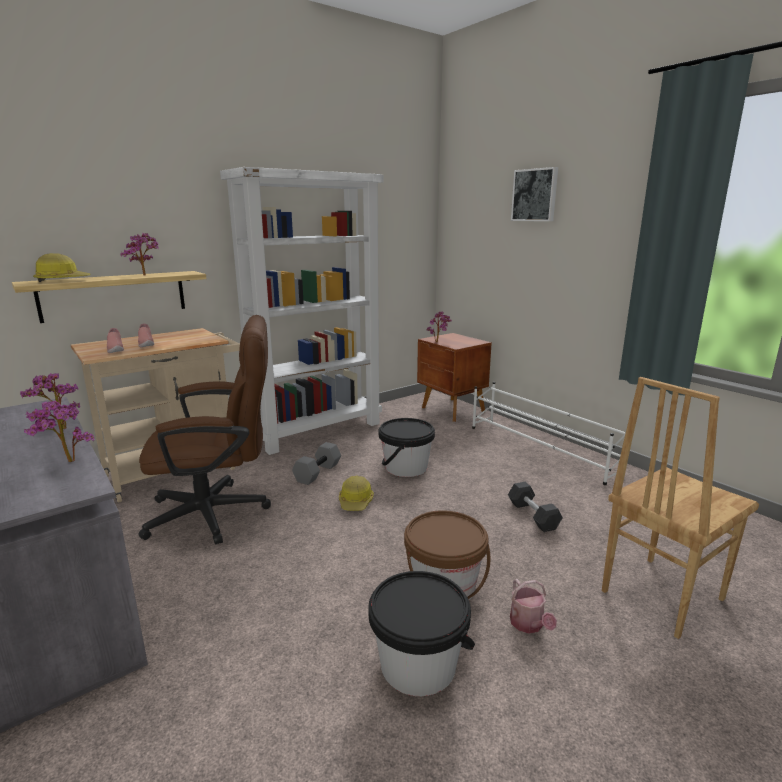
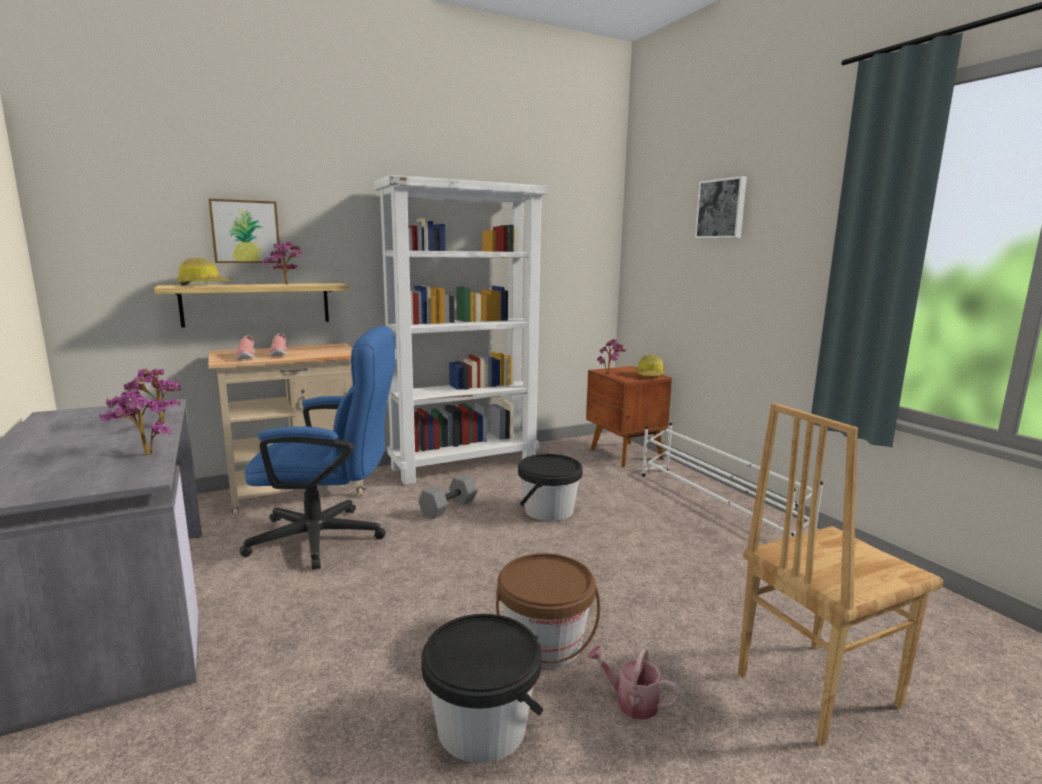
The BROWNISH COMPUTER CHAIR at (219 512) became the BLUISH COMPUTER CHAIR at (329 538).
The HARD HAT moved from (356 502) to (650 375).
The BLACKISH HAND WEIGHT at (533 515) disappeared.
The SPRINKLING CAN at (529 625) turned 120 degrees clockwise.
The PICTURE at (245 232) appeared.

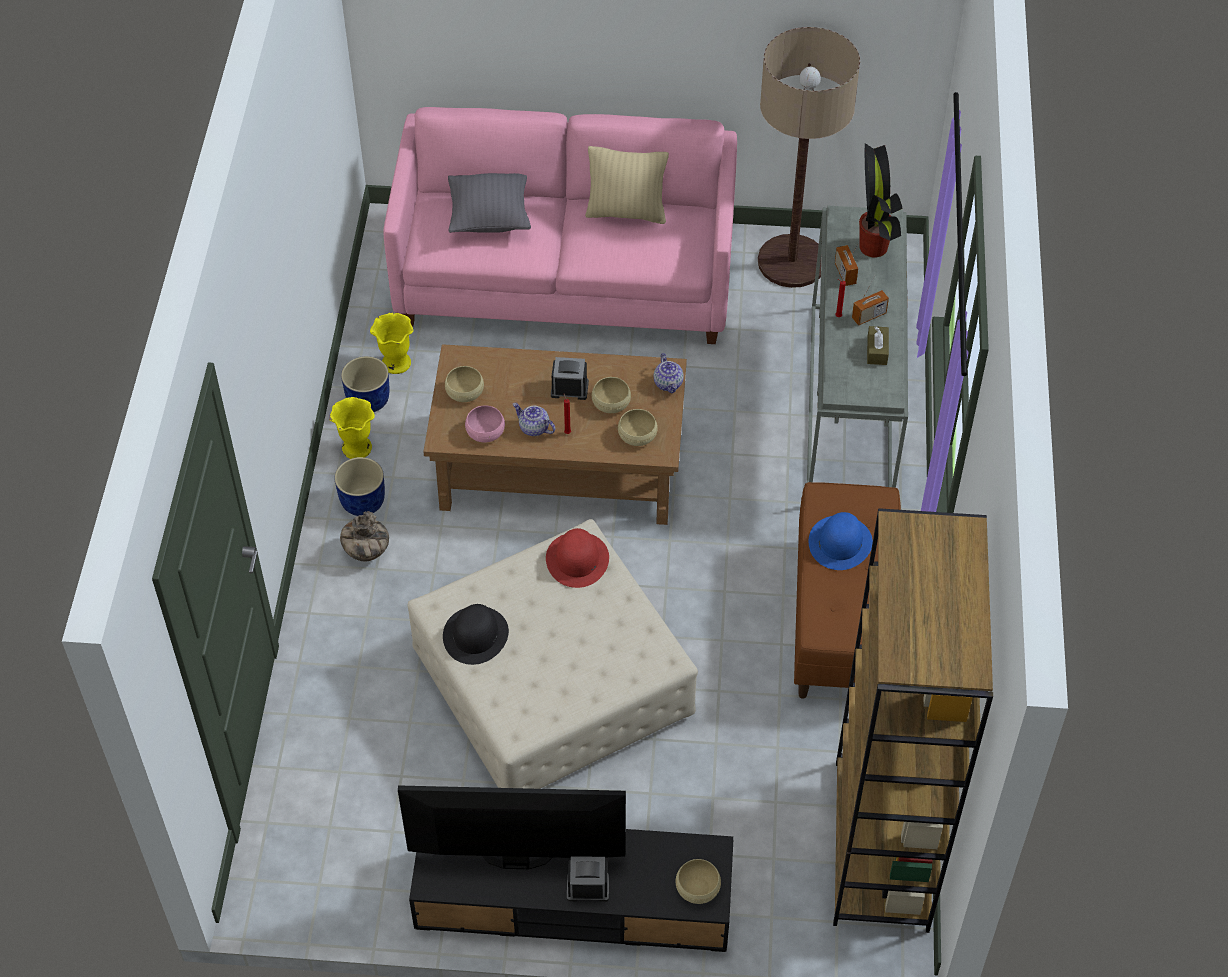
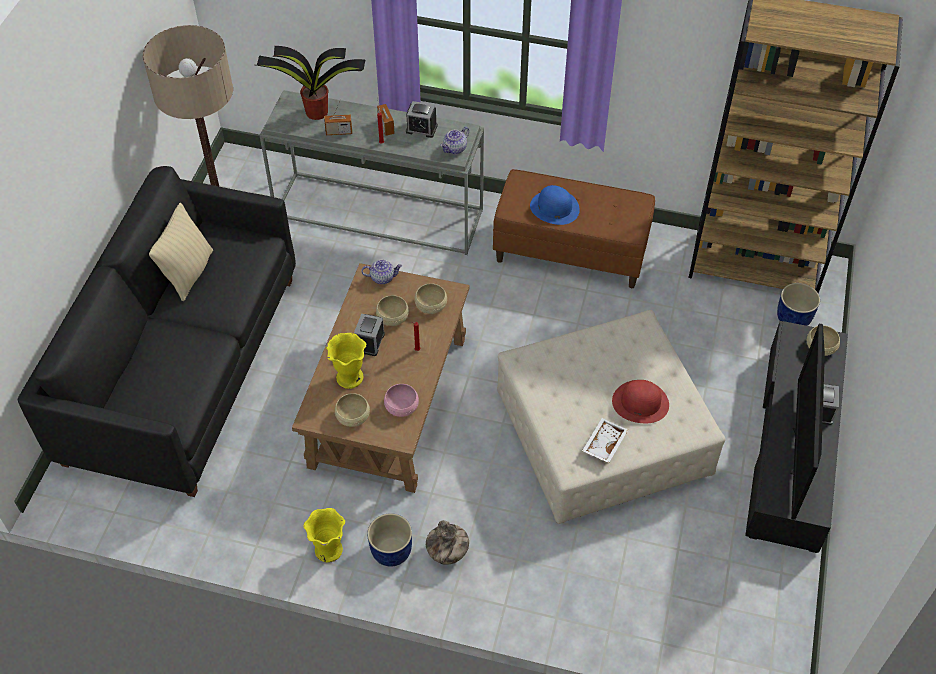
The BLUISH PLANTER moved from (368 399) to (792 318).
The YELLOW-COLOURED VASE moved from (396 363) to (349 378).
The PINK-COLOURED SETTEE at (566 278) became the BLACKISH SETTEE at (182 369).
The BLACKISH HAT at (475 634) was replaced by the WHITE-COLOURED TRAY at (603 443).
The GREY THROW PILLOW at (489 218) disappeared.
The TEA POT moved from (533 428) to (455 149).
The RED-COLOURED HAT moved from (577 559) to (640 402).
The BROWNISH TISSUE HOLDER at (877 350) was replaced by the BEDSIDE CLOCK at (421 128).

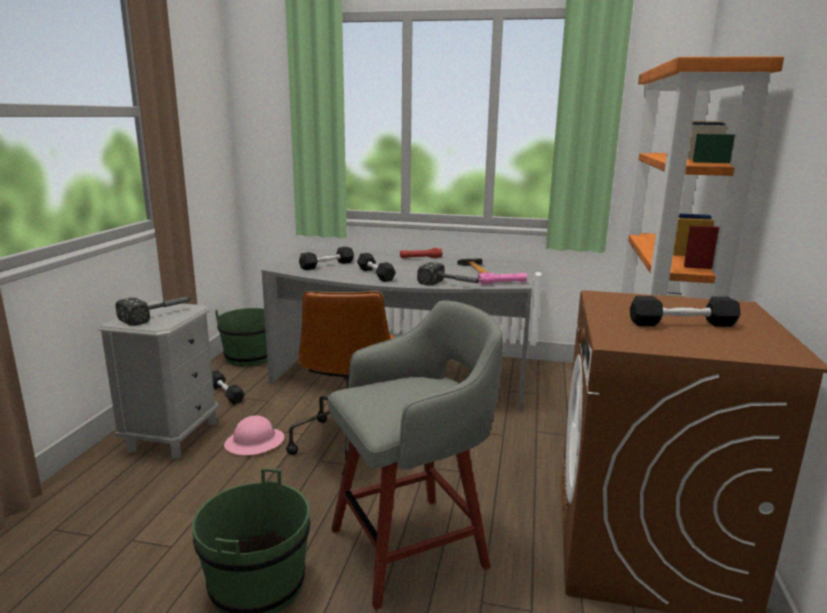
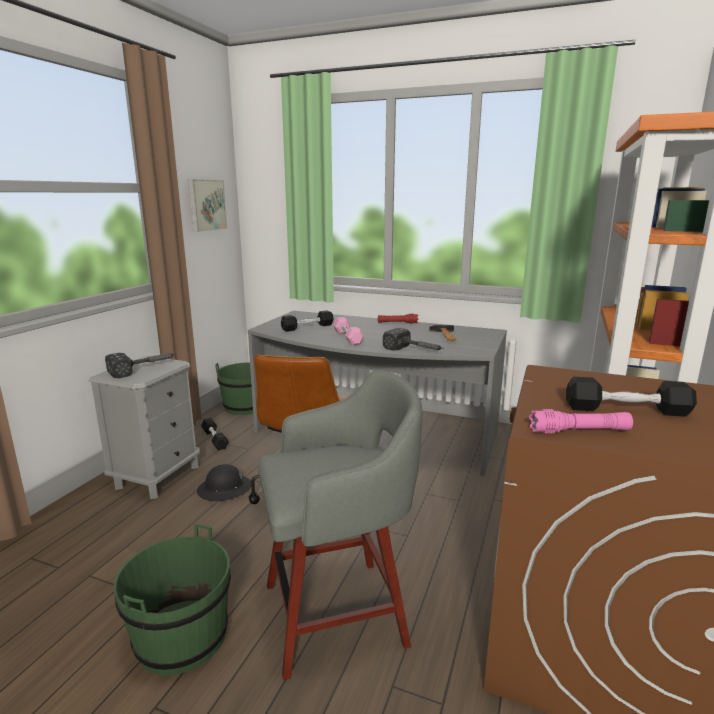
The PINK-COLOURED HARD HAT at (255 443) became the BLACKISH HARD HAT at (224 489).
The BLACKISH HAND WEIGHT at (375 274) became the PINK-COLOURED HAND WEIGHT at (347 337).
The PINK-COLOURED FLASHLIGHT moved from (502 283) to (579 431).
The PICTURE at (206 205) appeared.

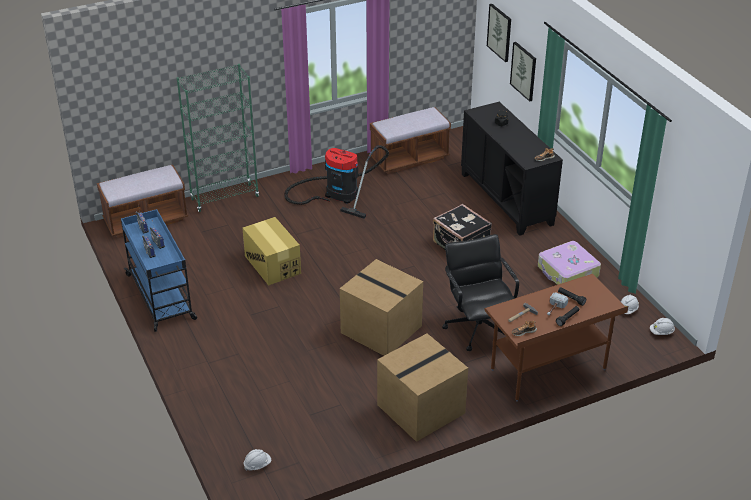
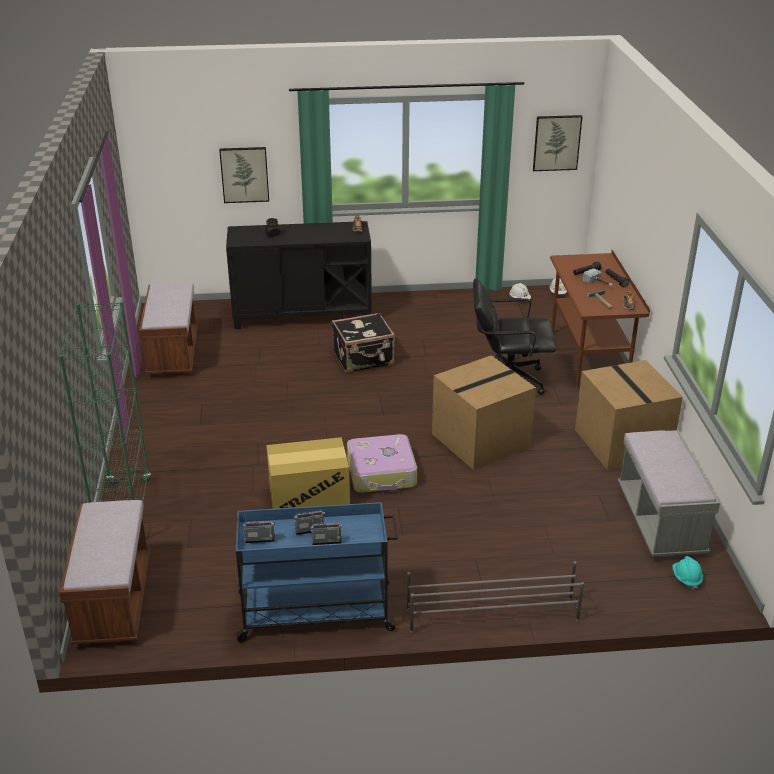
The WHITE-COLOURED HARD HAT at (257 465) became the TURQUOISE-COLOURED HARD HAT at (686 578).
The VACUUM CLEANER at (338 194) disappeared.
The PICTURE moved from (500 32) to (556 142).
The PIECE OF LUGGAGE moved from (567 272) to (382 473).
The GREY SHOE SHELF at (491 615) appeared.
The GREY LONG SEAT at (660 521) appeared.

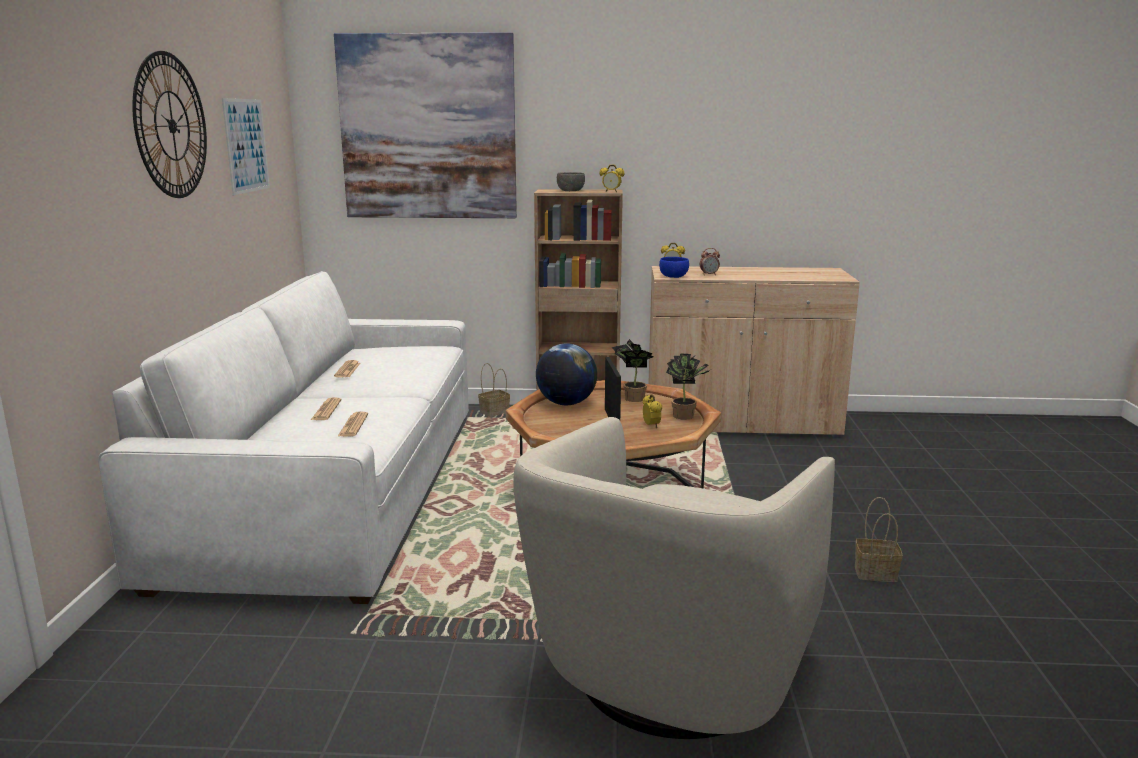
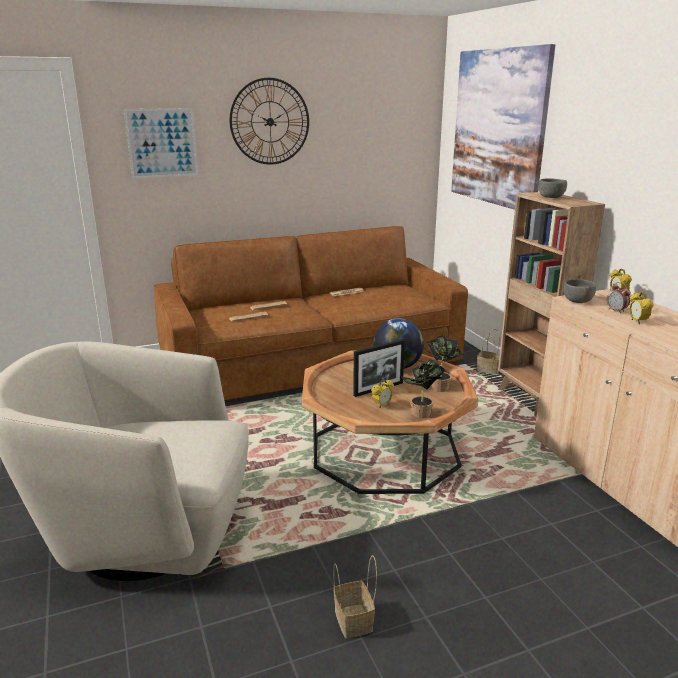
The WHITE-COLOURED SETTEE at (335 489) became the BROWNISH SETTEE at (310 362).
The PICTURE moved from (246 145) to (162 143).
The BEDSIDE CLOCK moved from (611 192) to (637 322).
The BLUISH BOWL at (674 276) became the GREY BOWL at (577 301).

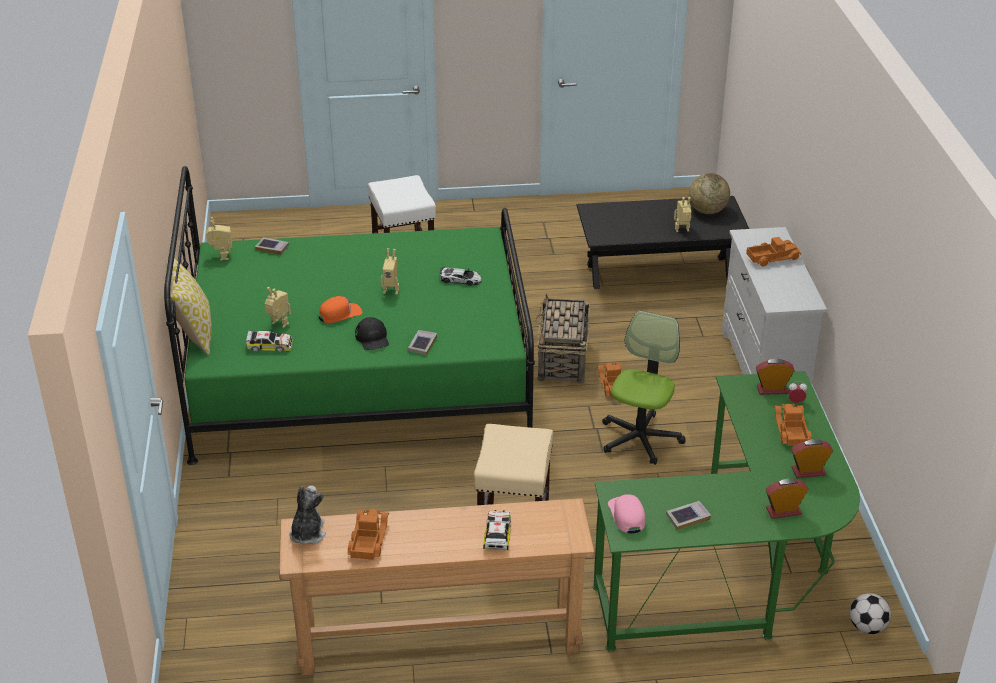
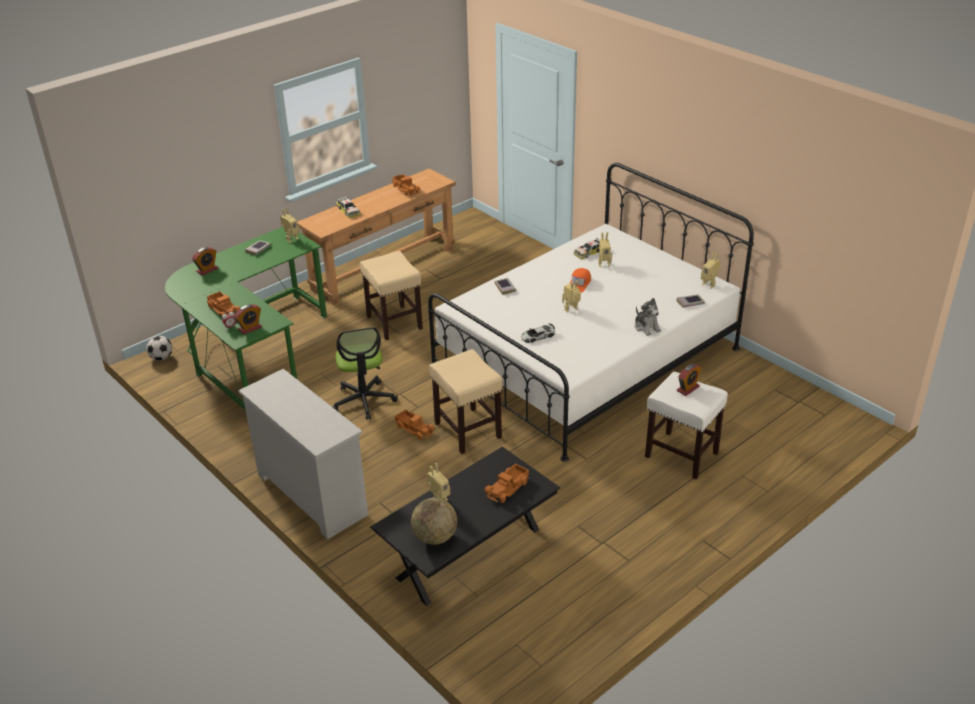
The GREEN-COLOURED SLEEPING BED at (359 375) became the WHITE-COLOURED SLEEPING BED at (586 359).
The THROW PILLOW at (193 334) disappeared.
The SOFT TOY moved from (307 533) to (646 327).
The BLACKISH CAP at (372 338) disappeared.
The STORAGE BASKET at (562 361) was replaced by the BEIGE-COLOURED STOOL at (467 430).
The PINK-COLOURED CAP at (626 515) was replaced by the TOY ROBOT at (291 239).
The TOY LORRY moved from (772 257) to (508 488).
The BEDSIDE CLOCK moved from (808 471) to (688 389).

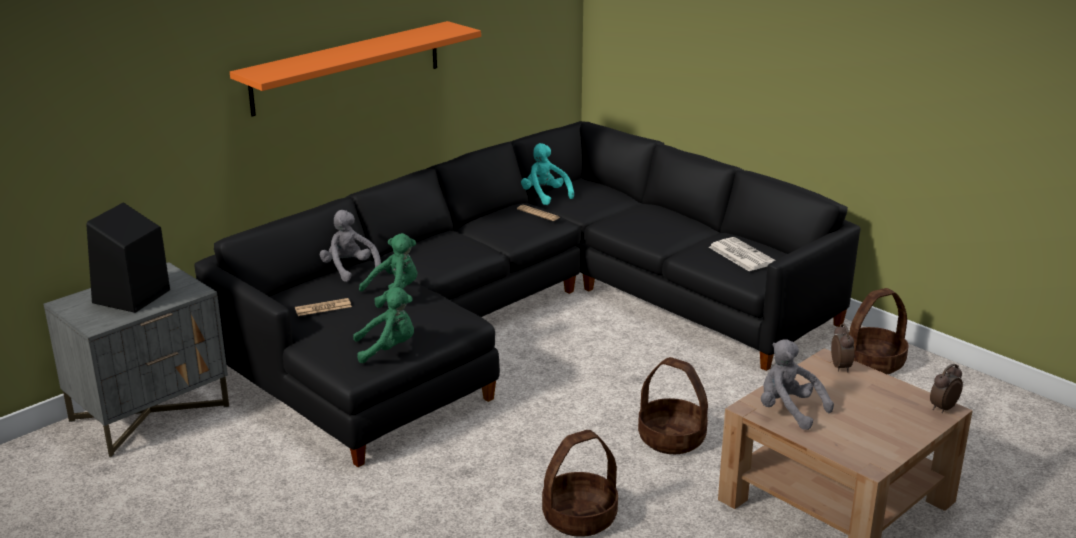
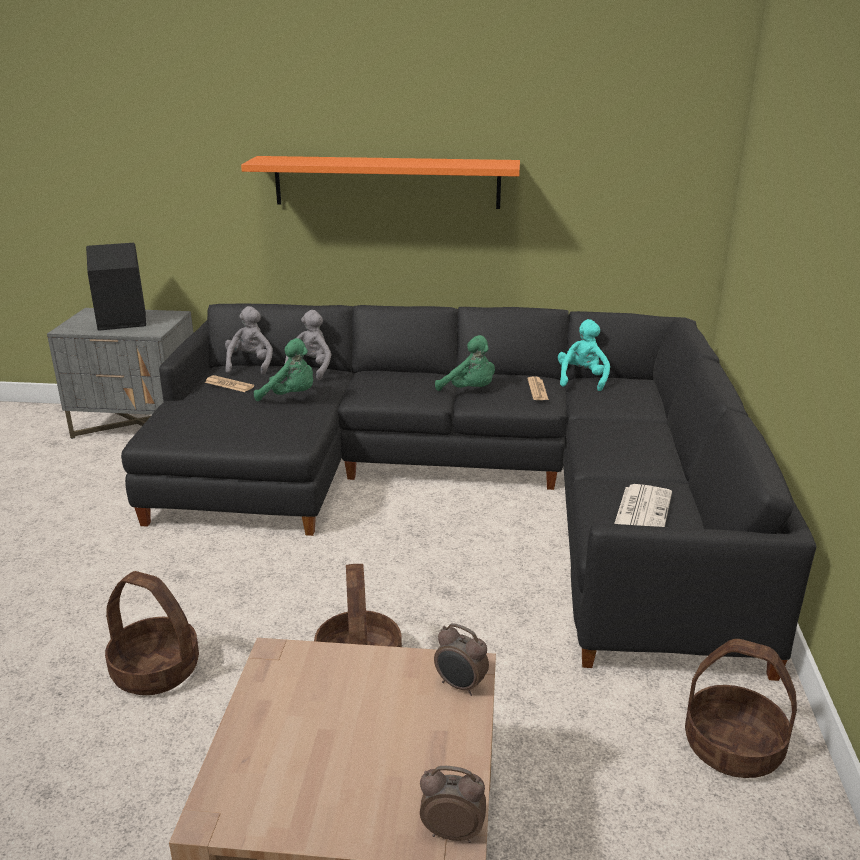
The GREEN-COLOURED SOFT TOY moved from (388 349) to (470 391).
The GREY SOFT TOY moved from (788 410) to (250 365).
The BEDSIDE CLOCK at (841 367) turned 75 degrees clockwise.

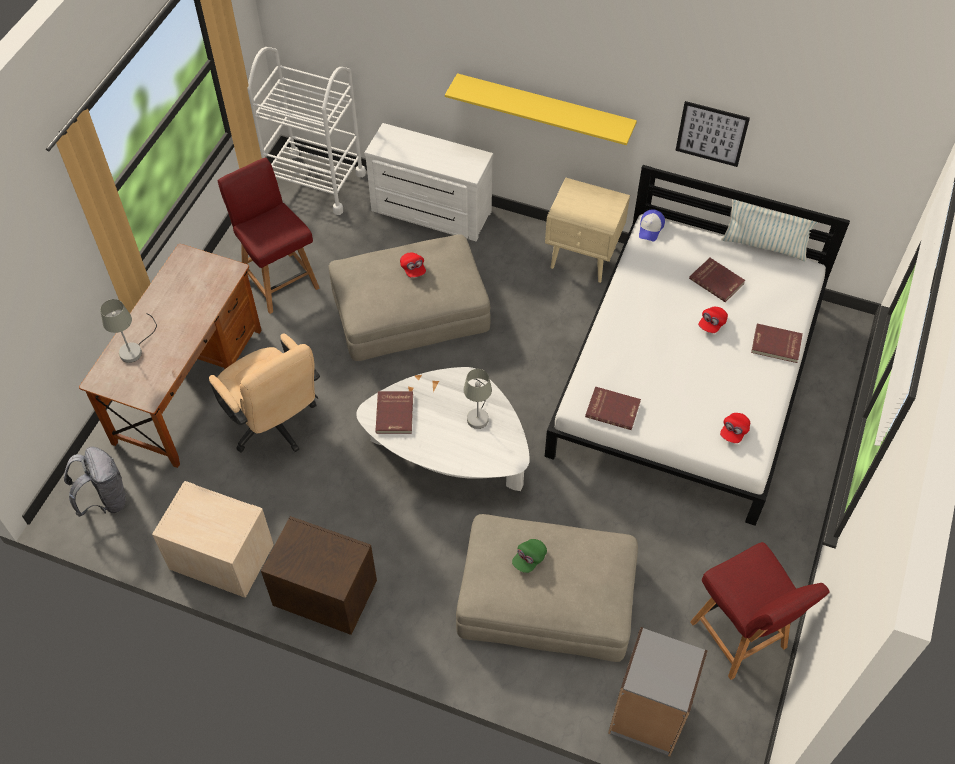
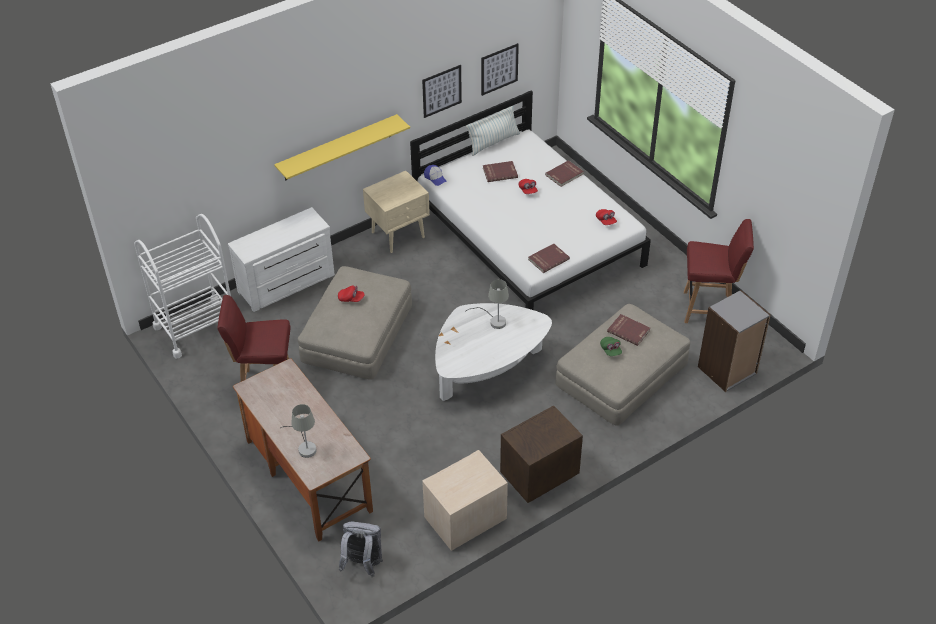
The BEIGE-COLOURED COMPUTER CHAIR at (275 425) disappeared.
The RED-COLOURED VOLUME moved from (395 413) to (629 330).
The PICTURE at (499 69) appeared.

